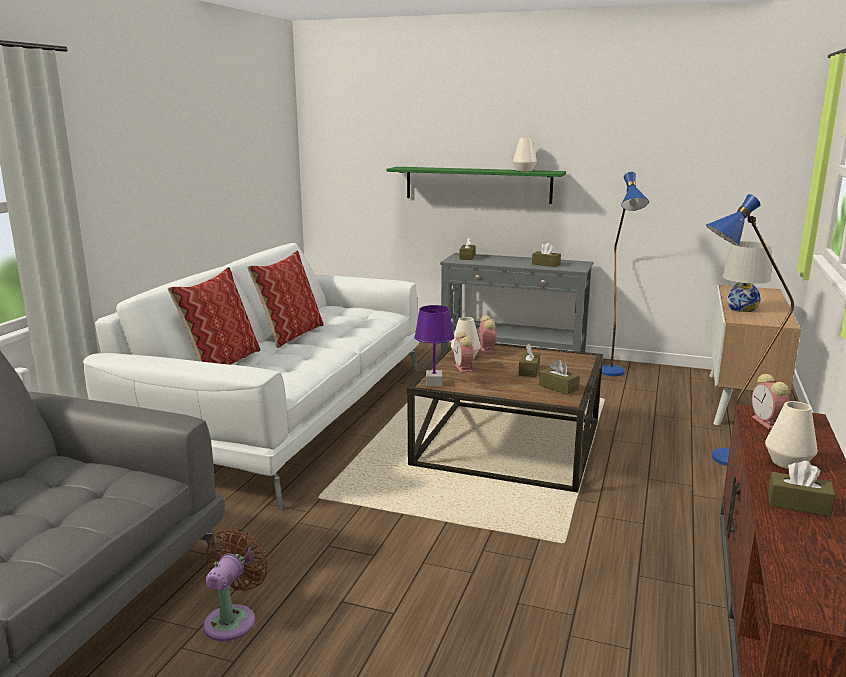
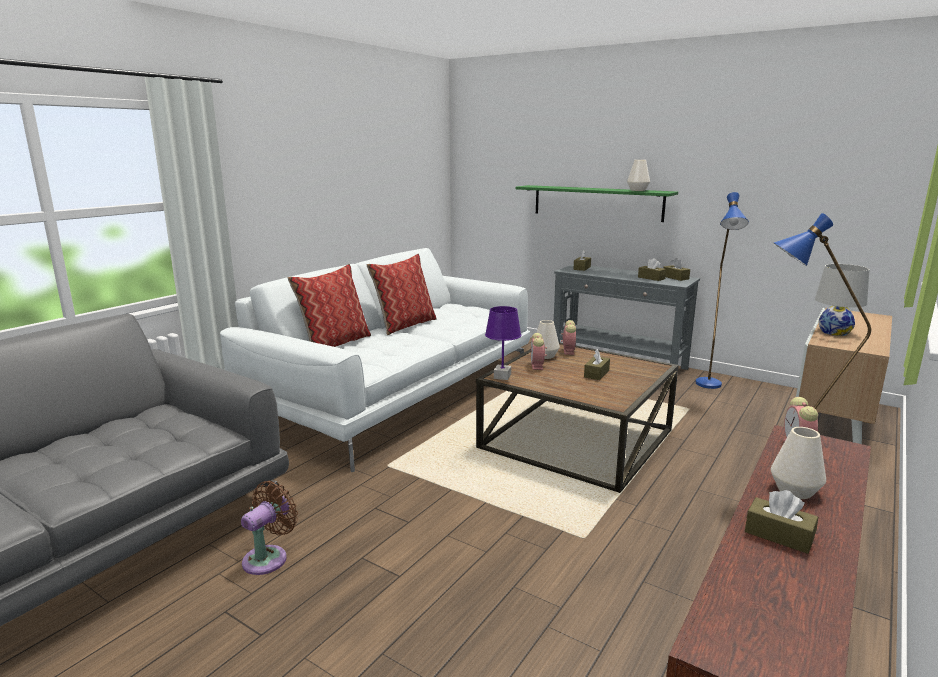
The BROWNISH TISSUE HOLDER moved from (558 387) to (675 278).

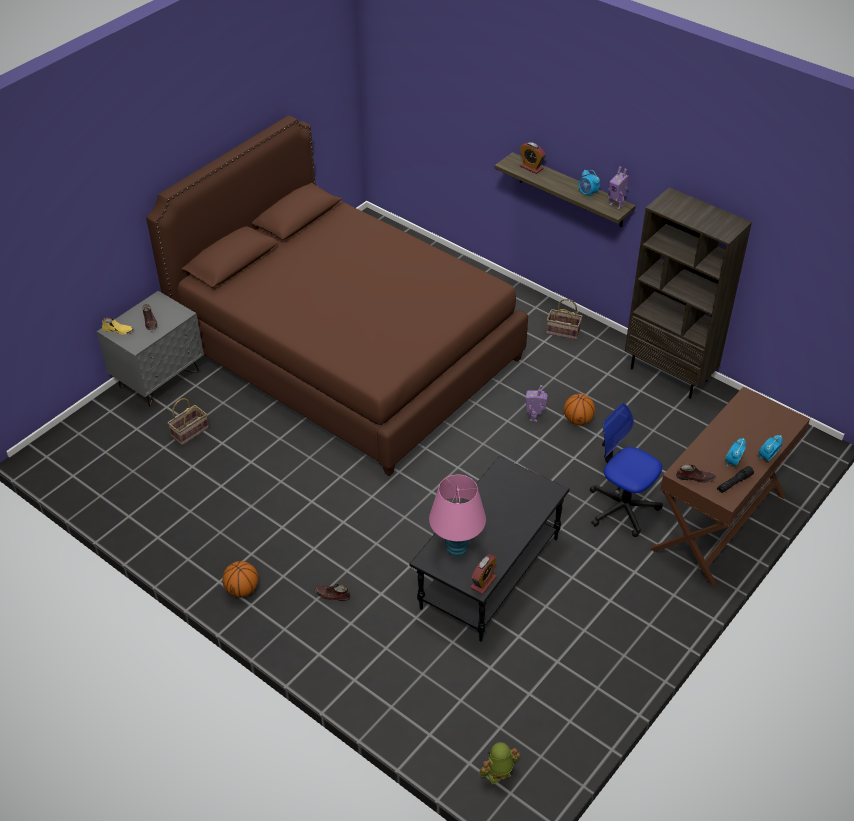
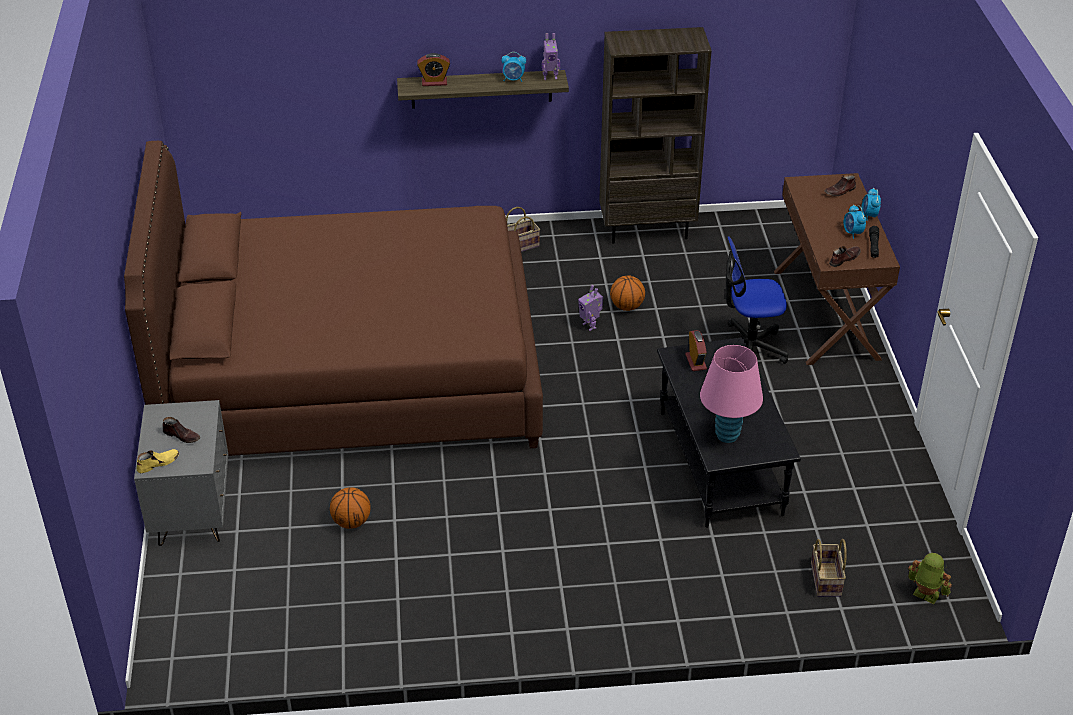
The STORAGE BASKET moved from (189 433) to (827 580).
The BASKETBALL moved from (242 589) to (351 522).
The BROWNISH ITEM OF FOOTWEAR moved from (332 595) to (840 191).
The BEDSIDE CLOCK moved from (483 582) to (696 362).
The TOY ROBOT at (498 775) turned 105 degrees clockwise.

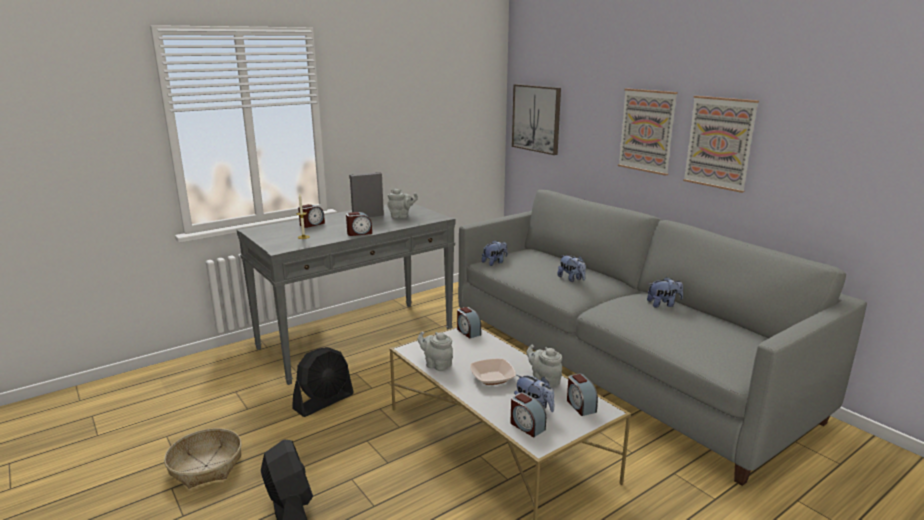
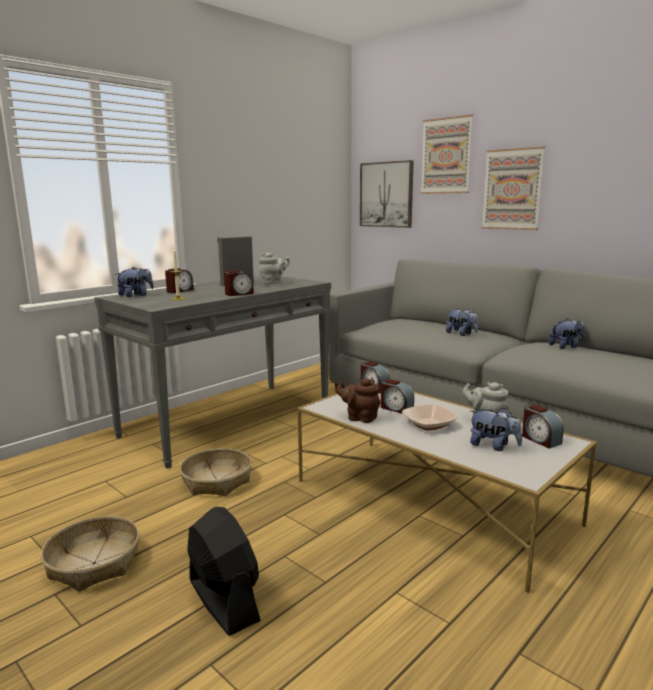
The BLACKISH COOLING FAN at (324 401) was replaced by the STORAGE BASKET at (217 481).
The GREY TEA POT at (436 365) became the BROWNISH TEA POT at (360 418).
The SOFT TOY moved from (494 263) to (136 295).
The BEDSIDE CLOCK moved from (526 426) to (396 408).
The PICTURE moved from (720 143) to (446 156).

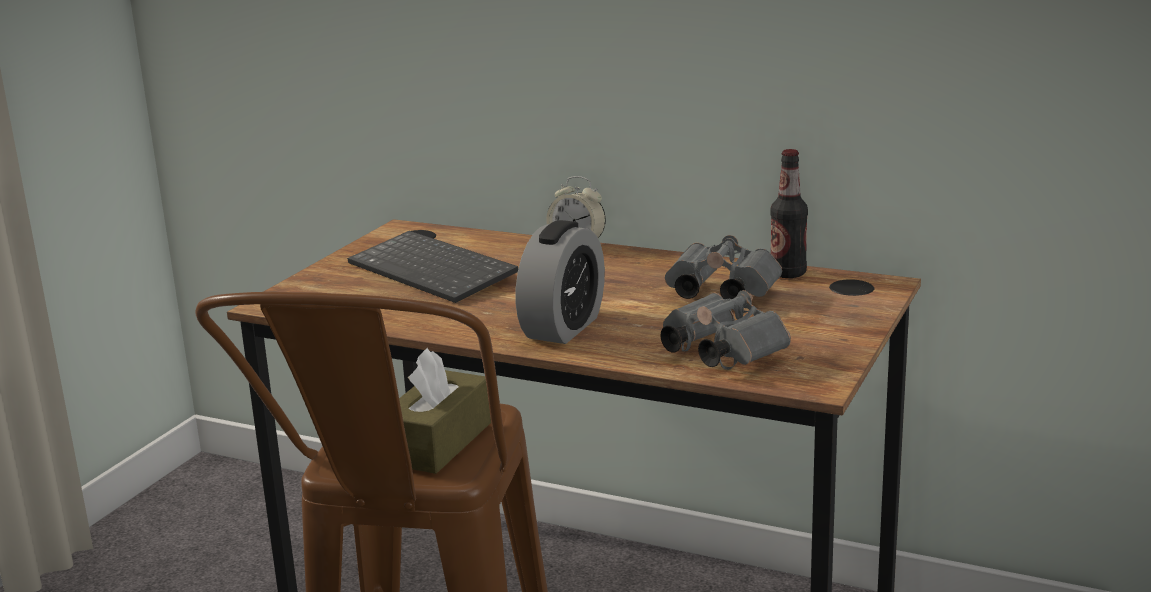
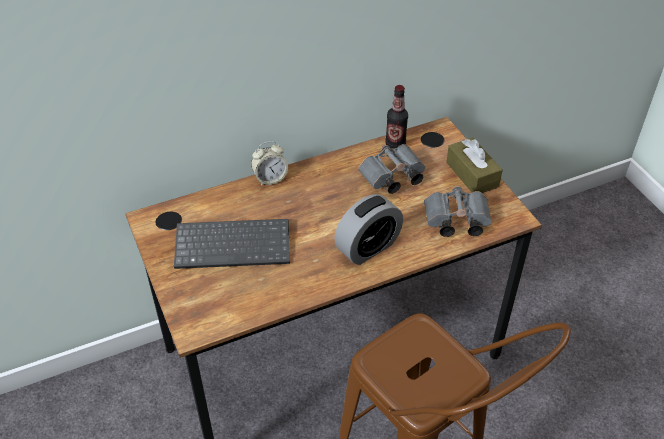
The BROWNISH TISSUE HOLDER moved from (438 442) to (472 174).
The BEDSIDE CLOCK at (563 327) turned 75 degrees clockwise.

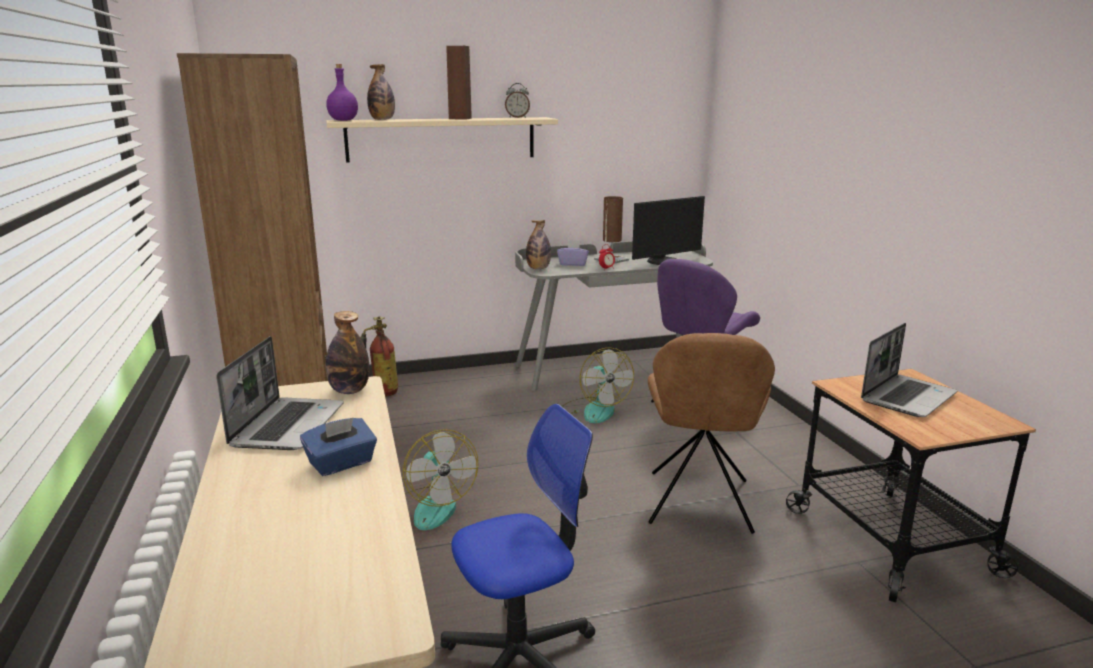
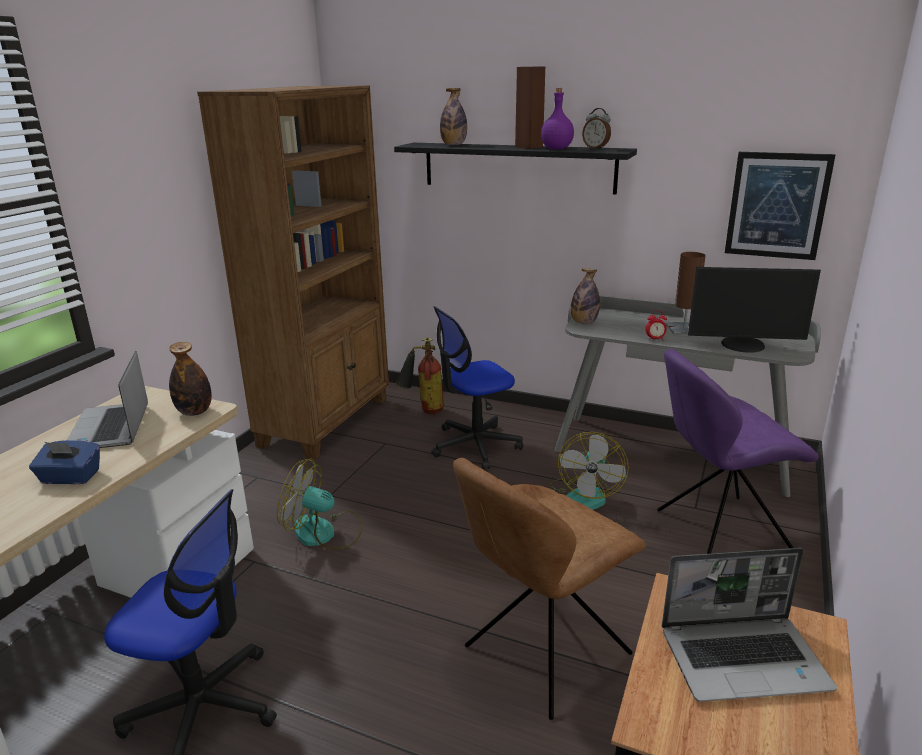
The LAPTOP at (287 425) turned 120 degrees clockwise.
The PURPLE-COLOURED DRINK BOTTLE moved from (343 120) to (556 149).
The BEIGE-COLOURED WALL SHELF at (441 139) became the BLACKISH WALL SHELF at (517 167).
The COOLING FAN at (430 507) turned 90 degrees clockwise.
The PURPLE-COLOURED TISSUE HOLDER at (573 264) disappeared.
The COMPUTER CHAIR at (475 445) appeared.
The PICTURE at (777 205) appeared.

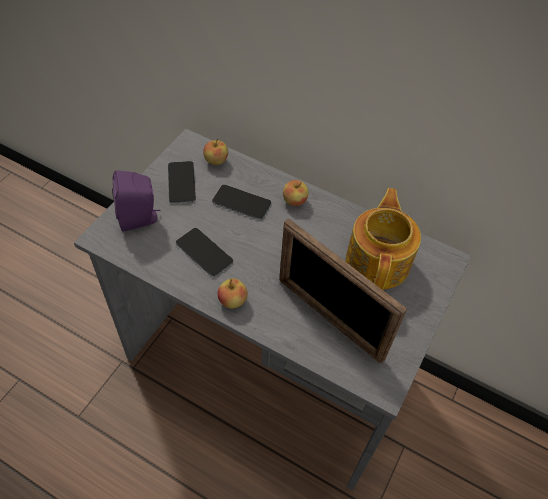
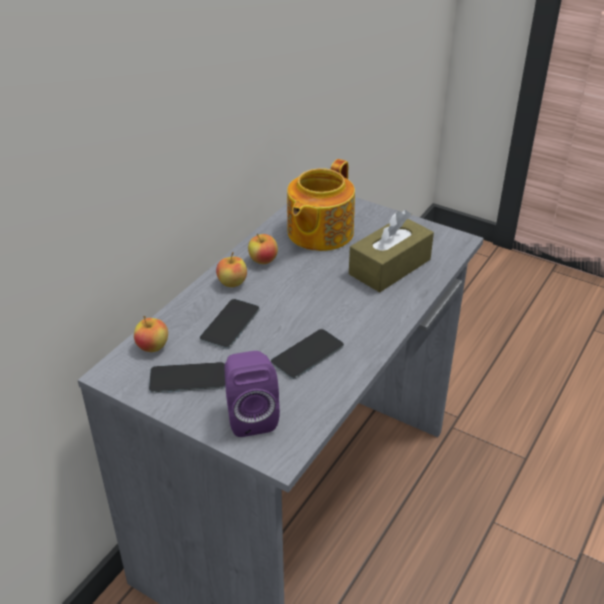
The APPLE moved from (232 301) to (263 261).
The PICTURE FRAME at (329 318) was replaced by the BROWNISH TISSUE HOLDER at (389 267).
The TEA POT at (378 261) turned 75 degrees counterclockwise.

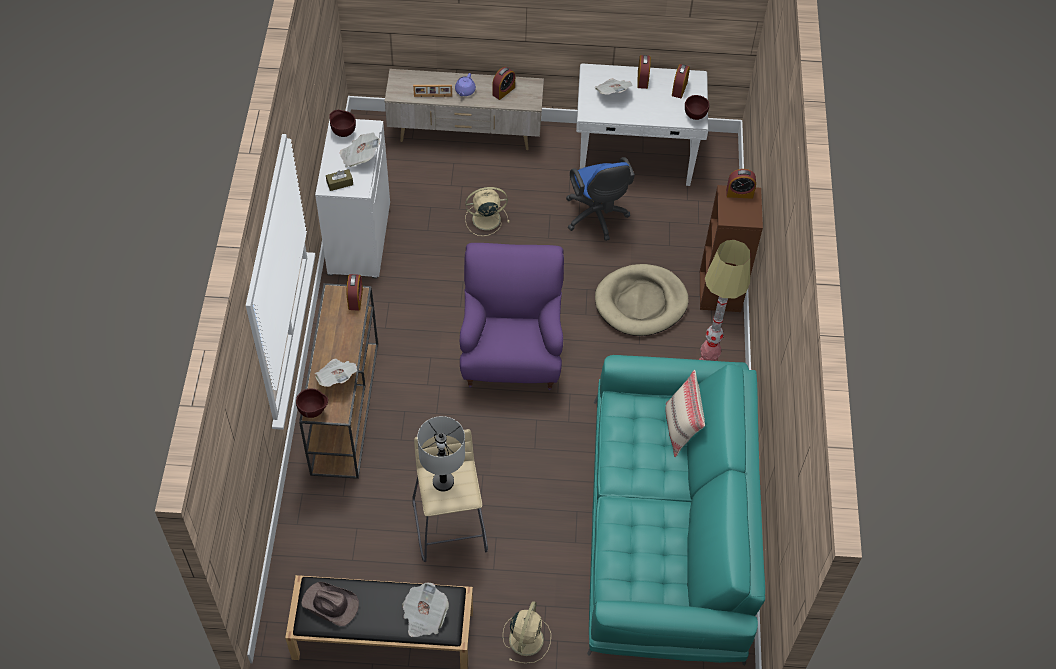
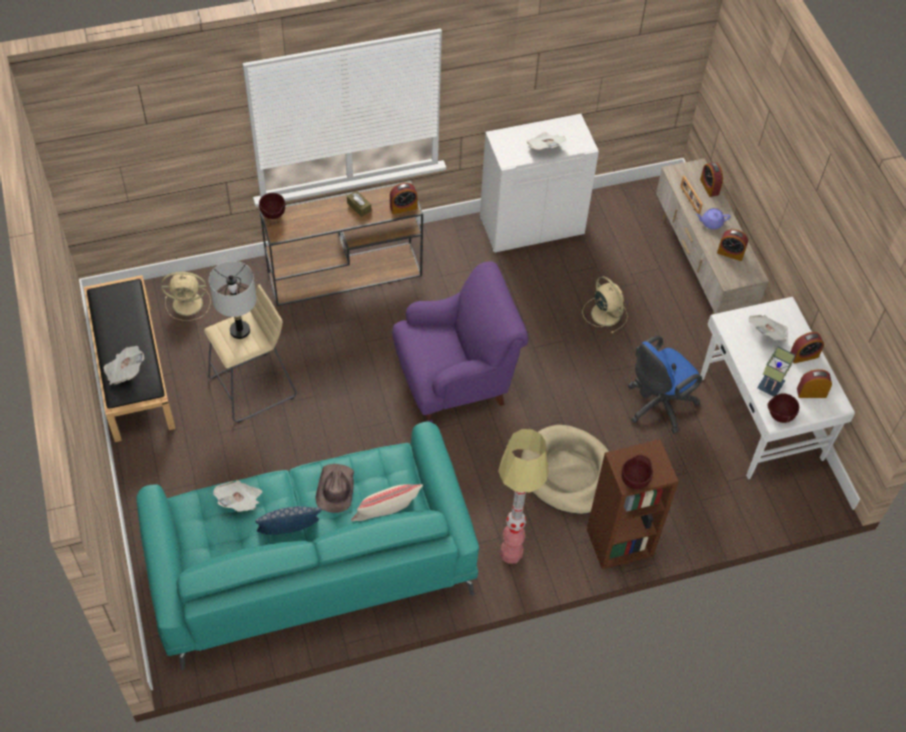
The BROWNISH HAT moved from (330 605) to (335 489).
The NEWSPAPER moved from (336 378) to (240 501).
The BROWNISH TISSUE HOLDER moved from (340 183) to (359 207).
The BROWNISH BOWL moved from (343 132) to (635 480).
The BEIGE-COLOURED COOLING FAN moved from (526 638) to (189 303).
The BEDSIDE CLOCK moved from (739 193) to (709 187).
The THROW PILLOW at (290 533) appeared.
The TABLETOP LAMP at (769 384) appeared.

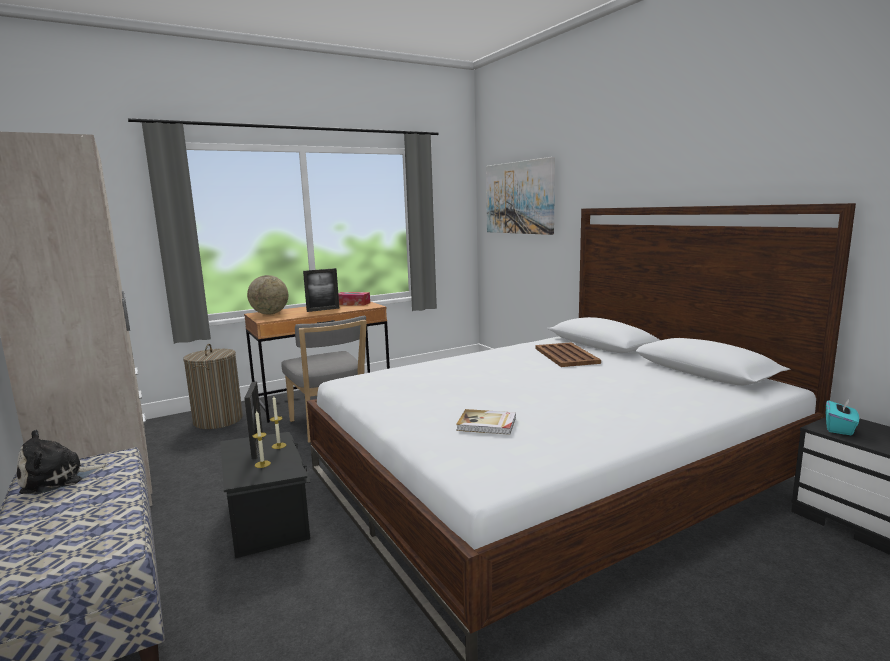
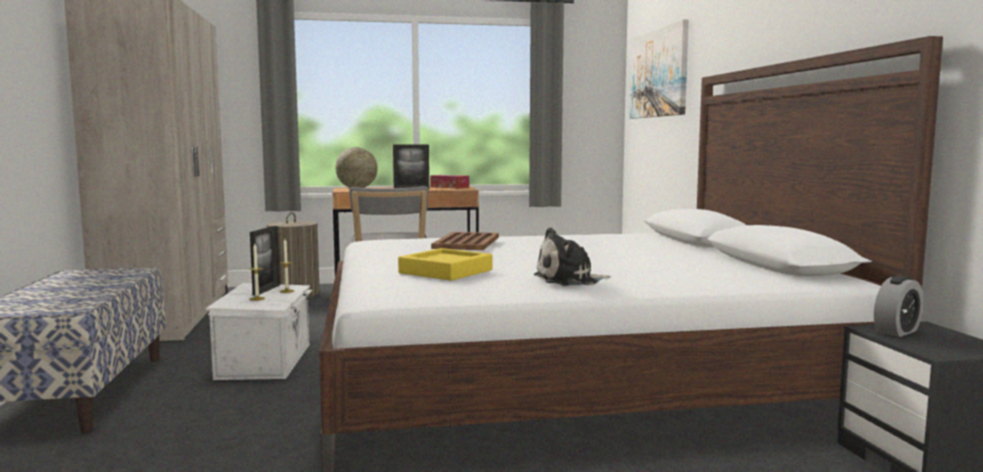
The SOFT TOY moved from (58 479) to (569 280).
The BLACKISH STORAGE CONTAINER at (269 517) became the WHITE-COLOURED STORAGE CONTAINER at (267 360).
The VOLUME at (487 424) was replaced by the YELLOW-COLOURED TRAY at (445 271).
The BROWNISH TRAY moved from (566 355) to (467 242).
The TURQUOISE-COLOURED TISSUE HOLDER at (839 428) was replaced by the BEDSIDE CLOCK at (897 331).

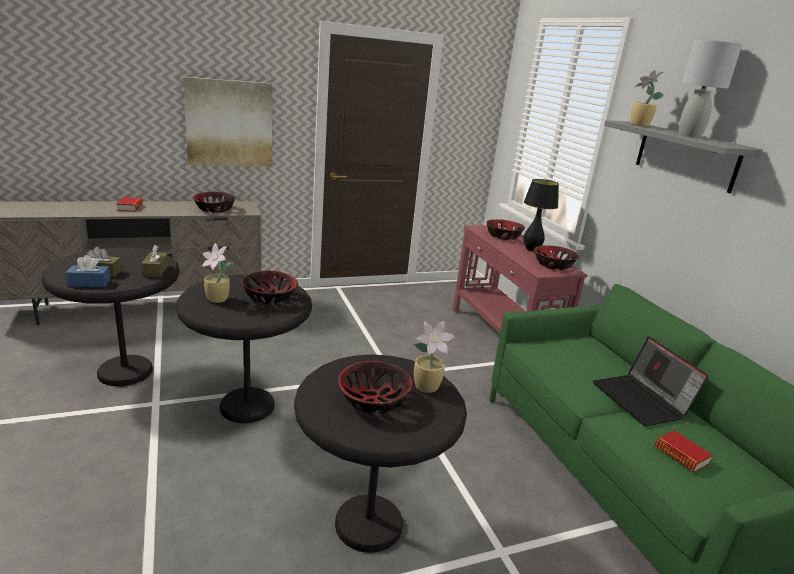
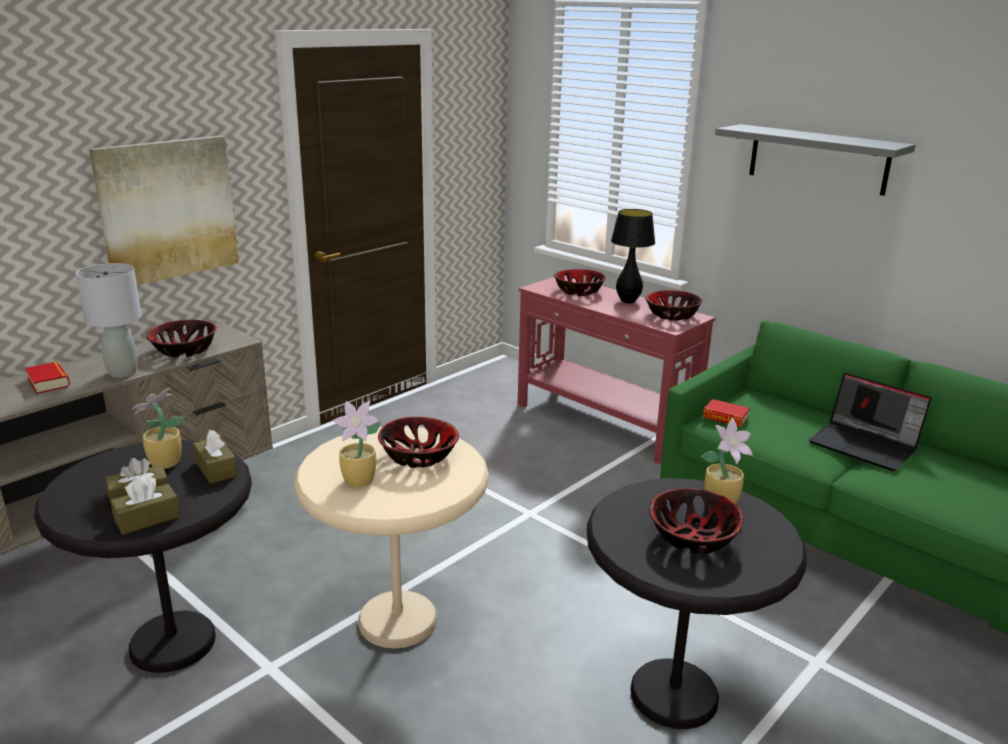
The BLUISH TISSUE HOLDER at (89 283) became the BROWNISH TISSUE HOLDER at (147 519).
The BLACKISH END TABLE at (247 406) became the BEIGE-COLOURED END TABLE at (398 621).
The HOUSEPLANT moved from (638 125) to (163 463).
The VOLUME moved from (681 455) to (725 417).
The GREY TABLETOP LAMP moved from (689 135) to (122 373).

